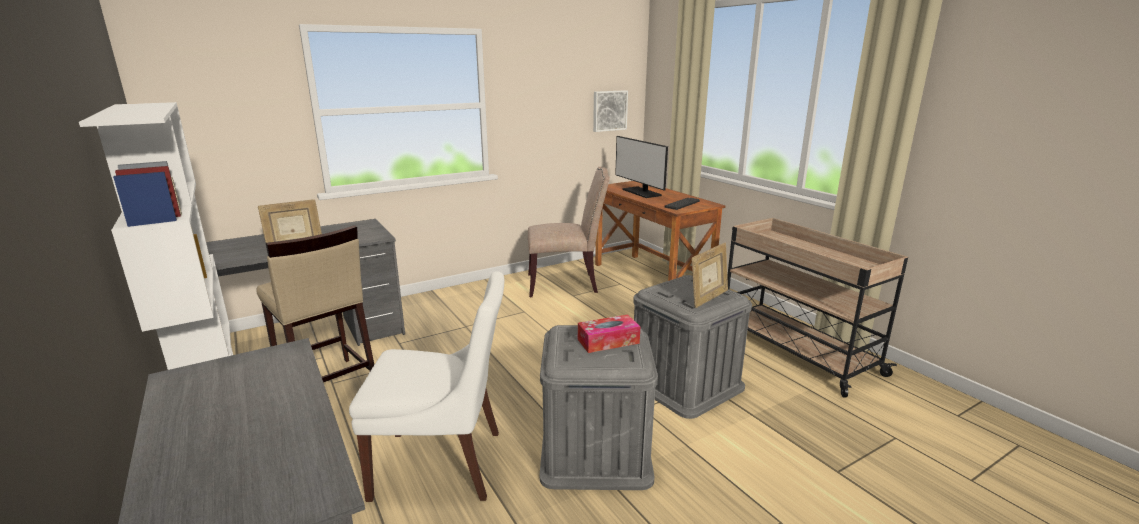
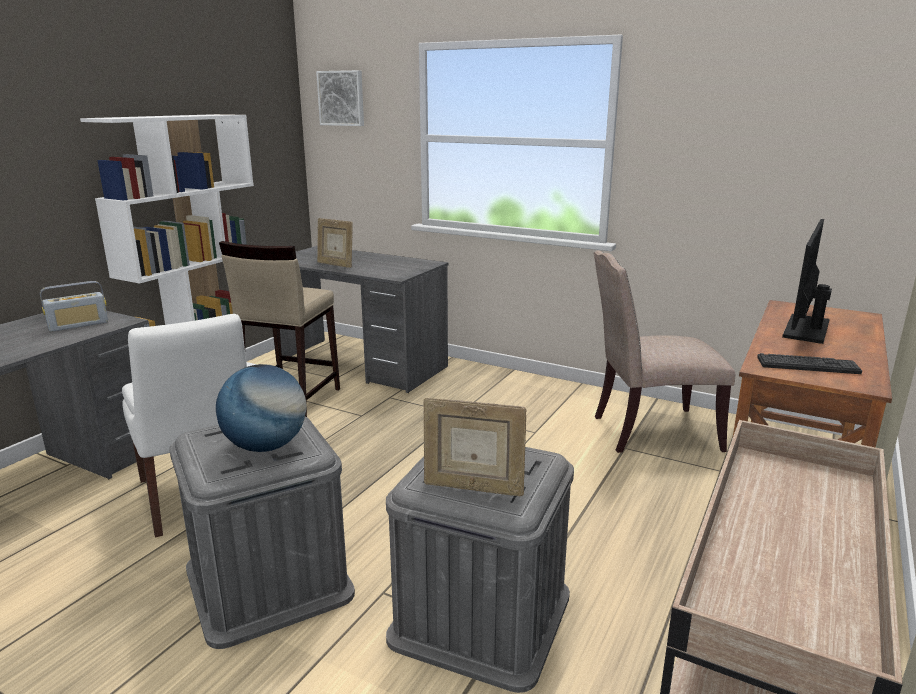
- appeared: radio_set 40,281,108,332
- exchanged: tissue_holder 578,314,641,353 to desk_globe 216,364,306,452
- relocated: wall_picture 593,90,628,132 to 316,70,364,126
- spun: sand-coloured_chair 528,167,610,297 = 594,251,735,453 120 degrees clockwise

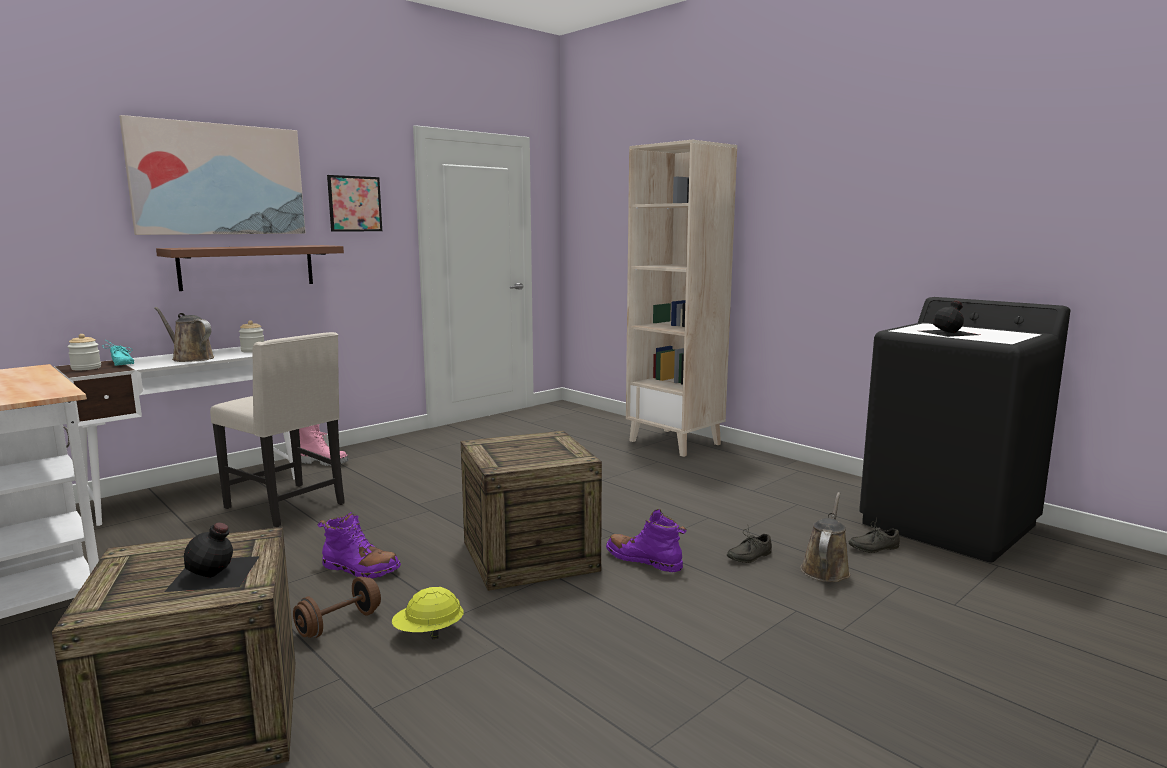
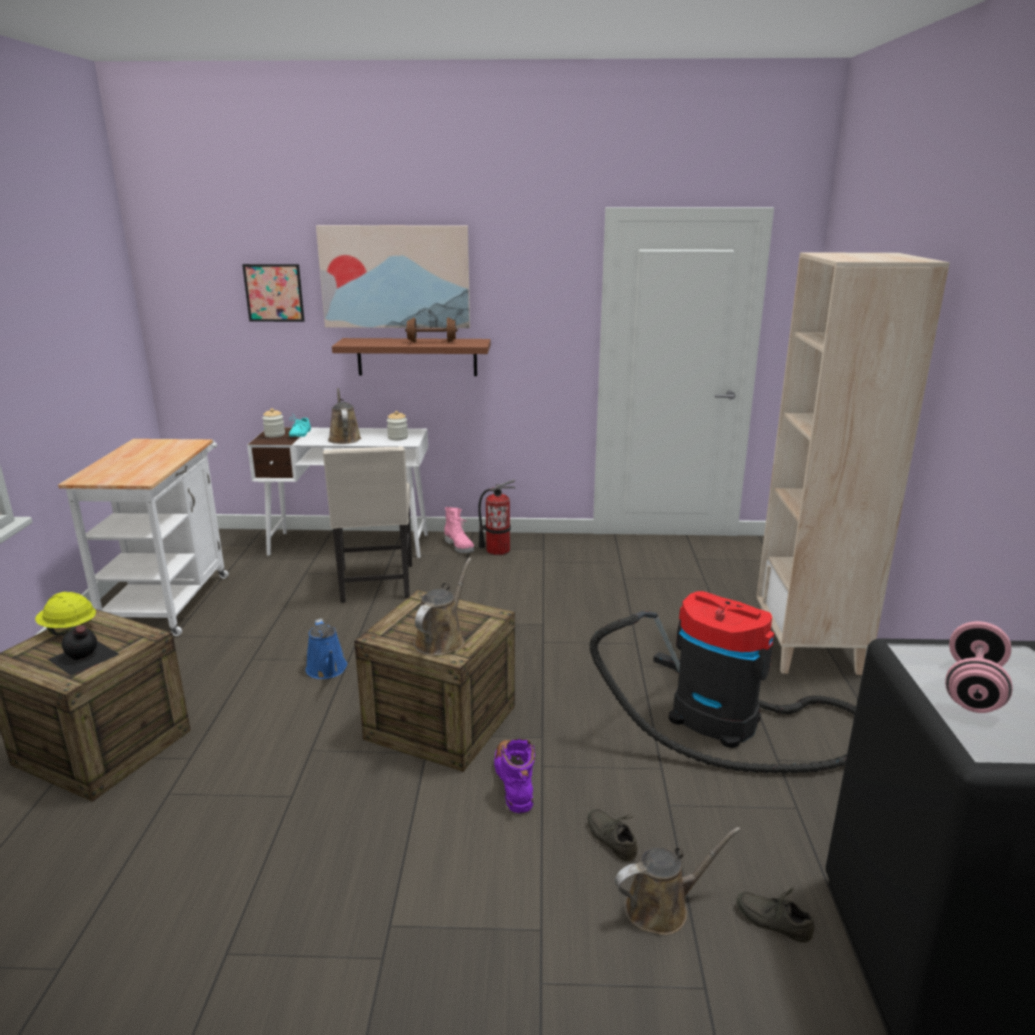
- relocated: yellow-coloured_hard_hat 392,587,463,640 to 35,592,96,635
- relocated: wall_picture 327,175,382,232 to 242,264,305,322
- exchanged: purplish_high-top_boot 317,512,401,578 to bluish_watering_pot 306,619,347,679
- relocated: brown-coloured_dumbbell 293,576,381,638 to 405,317,458,343
- appeared: brown-coloured_watering_pot 413,557,472,656
- appeared: extinguisher 478,480,516,555
- spun: greyish_item_of_footwear 727,527,772,563 = 588,809,637,861 45 degrees clockwise
- appeared: vacuum 589,591,856,774
- exchanged: blackish_beverage_bottle 920,300,979,337 to pink-coloured_dumbbell 945,621,1013,713

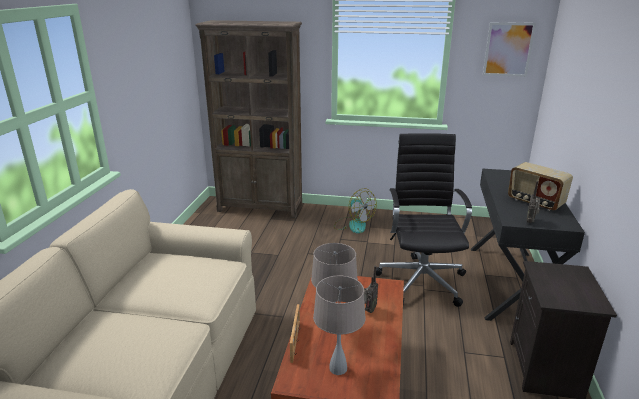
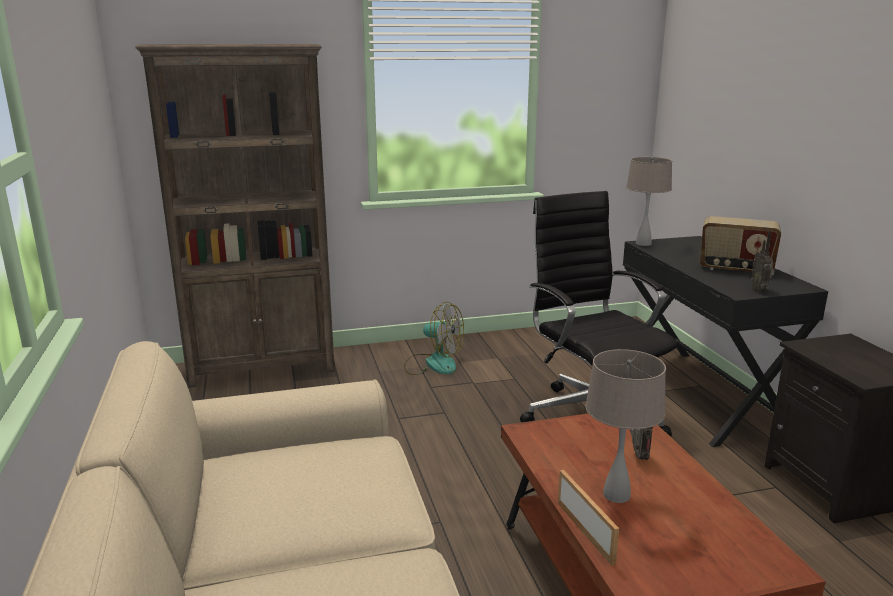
- relocated: sand-coloured_lamp_for_a_table 313,275,366,375 to 626,157,672,246
- missing: wall_picture 483,22,536,77

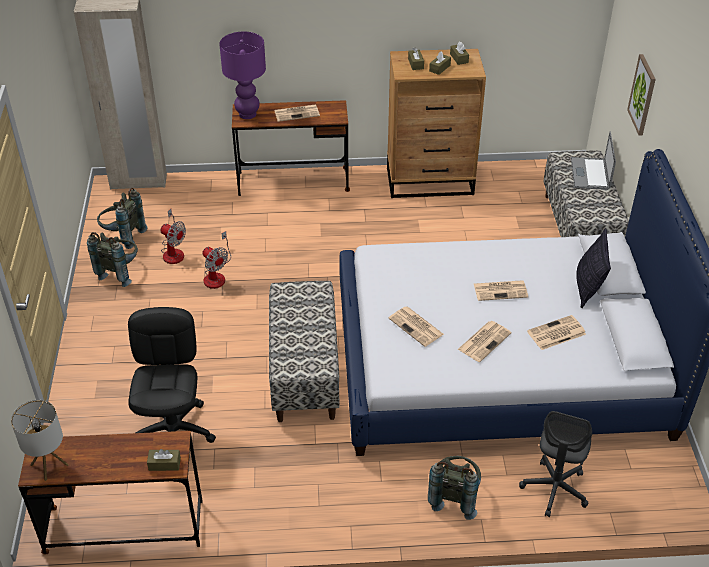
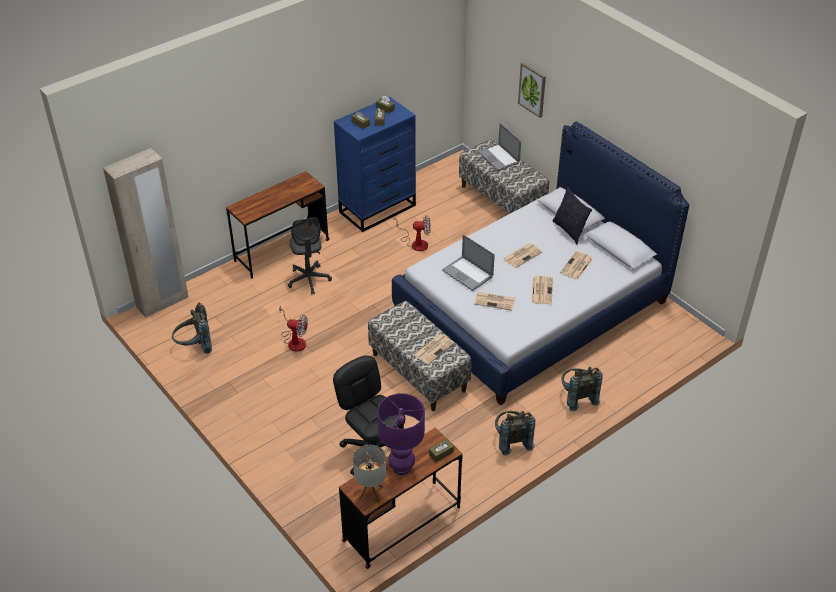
- relocated: greyish_desk_chair 519,411,592,517 to 288,217,332,294
- colour: brown-coloured_chest_of_drawers 387,49,486,198 to bluish_chest_of_drawers 334,97,416,232
- relocated: purplish_lamp_for_a_table 219,31,266,119 to 377,393,425,475
- relocated: electric_fan 160,209,186,264 to 394,215,431,251
- relocated: newspaper 274,104,320,122 to 414,334,454,365
- appeared: portable_computer 442,234,495,291
- relocated: greyish_knapsack 87,232,138,287 to 495,411,535,455

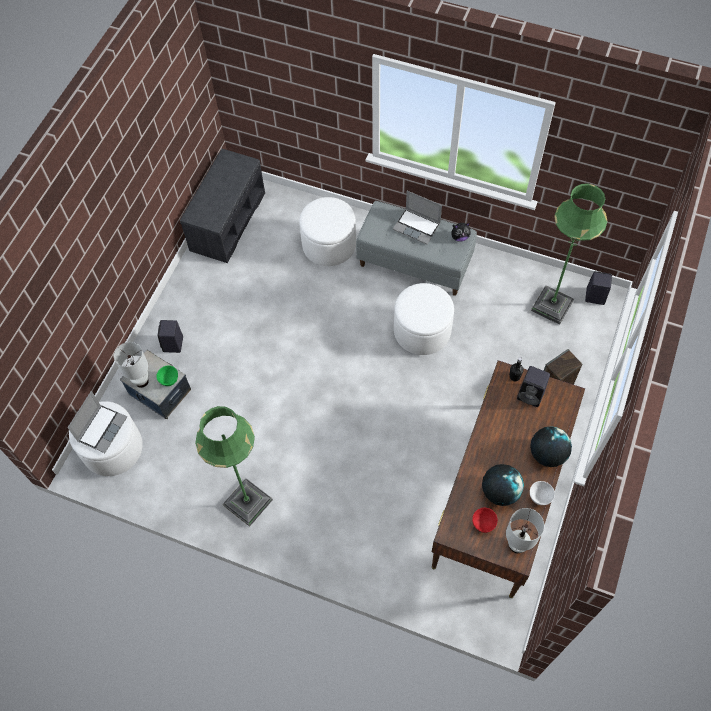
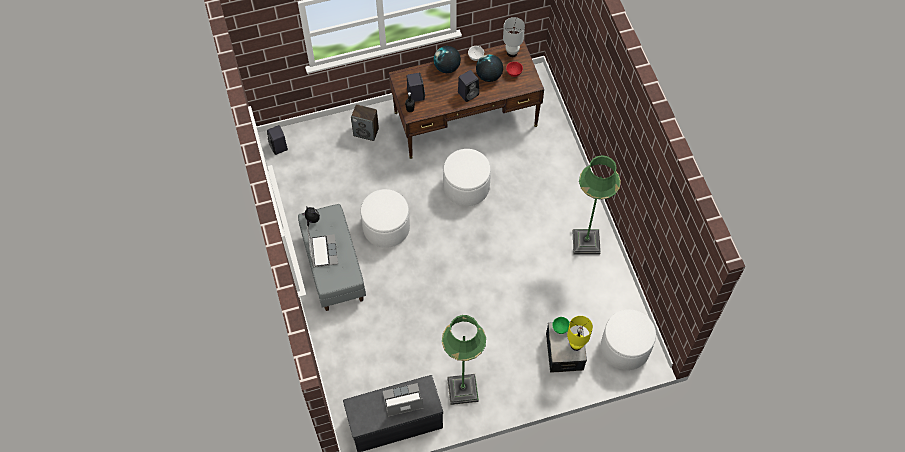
- relocated: portable_computer 67,391,127,453 to 383,383,424,417
- relocated: green-coloured_standing_lamp 531,183,608,325 to 442,315,486,405
- relocated: whitish_ottoman 299,197,356,266 to 443,149,491,206
- relocated: blackish_audio_speaker 157,320,183,353 to 458,70,479,102
- colour: whitish_lamp_for_a_table 114,342,149,388 to yellow-coloured_lamp_for_a_table 567,316,593,351

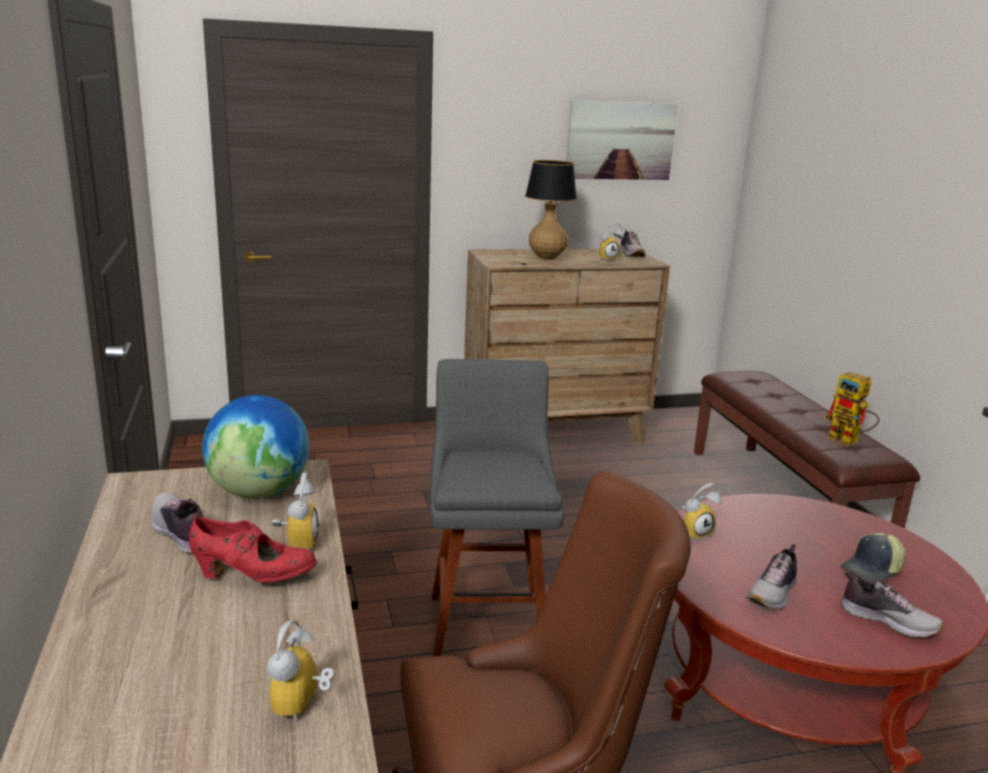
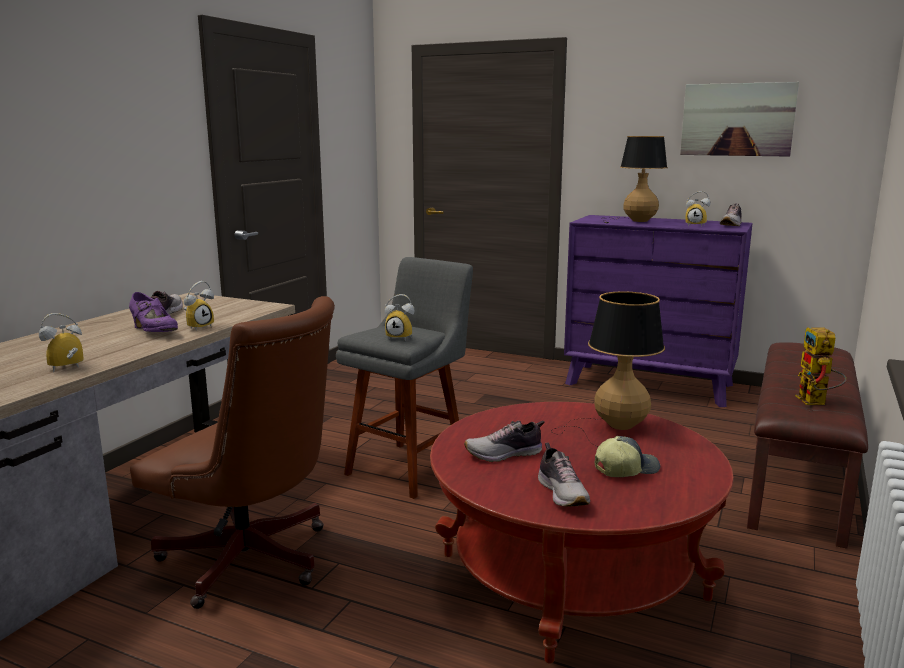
- colour: red_item_of_footwear 189,517,317,583 to purplish_item_of_footwear 129,292,178,332
- relocated: table_clock 682,483,721,541 to 385,294,414,339
- appeared: lamp_for_a_table 555,292,665,446
- colour: brown-coloured_chest_of_drawers 464,249,670,443 to purplish_chest_of_drawers 564,215,753,407
- spun: peaked_cap 841,533,906,583 = 594,436,660,477 150 degrees clockwise
- missing: desk_globe 202,395,309,499

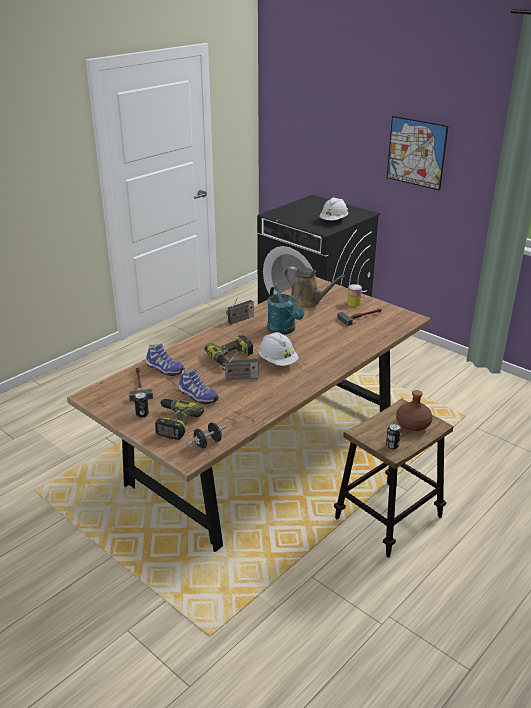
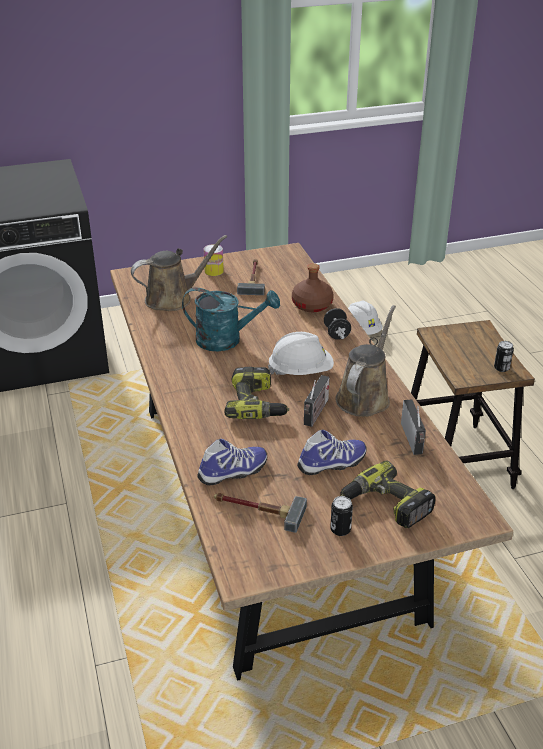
- relocated: brown-coloured_beverage_bottle 396,390,433,431 to 292,263,334,312
- relocated: blackish_dumbbell 188,422,226,449 to 324,308,351,340
- appeared: brown-coloured_watering_pot 335,305,396,417
- relocated: whitish_hard_hat 319,198,348,220 to 348,301,383,335
- relocated: radio_set 226,297,254,325 to 401,399,426,455
- missing: wall_picture 387,116,448,191

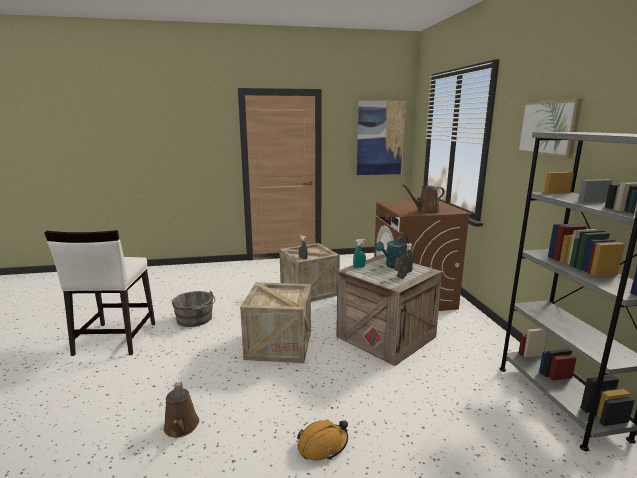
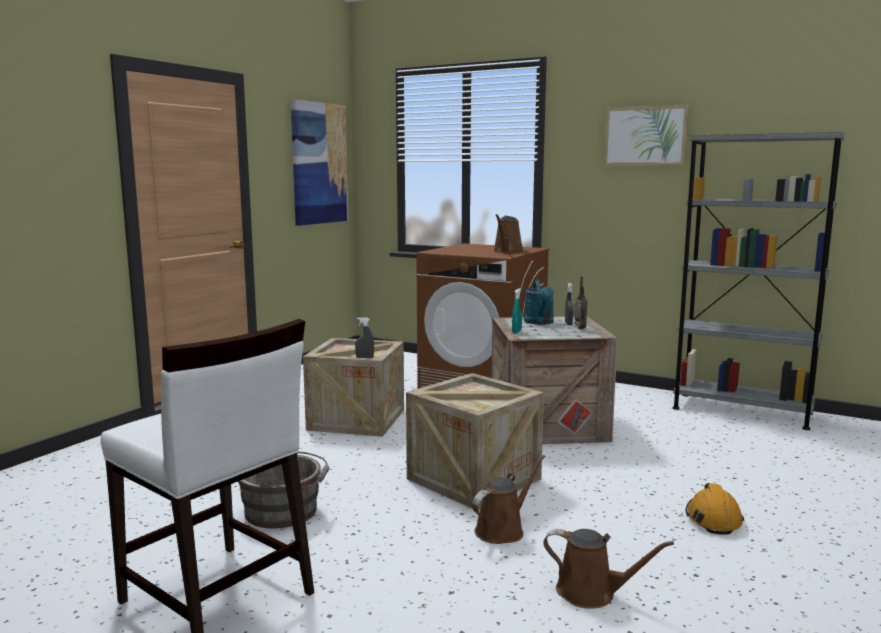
- appeared: brown-coloured_watering_pot 472,455,545,544

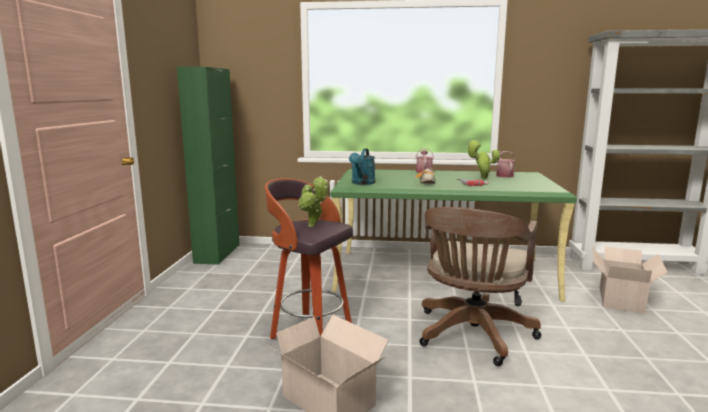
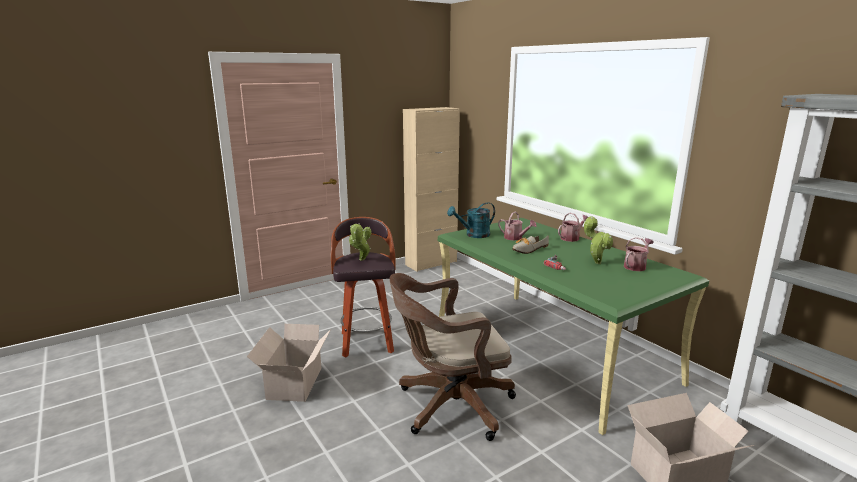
- colour: green-coloured_storage_cabinet 177,67,240,265 to sand-coloured_storage_cabinet 403,107,460,272
- appeared: watering_pot 498,212,537,241

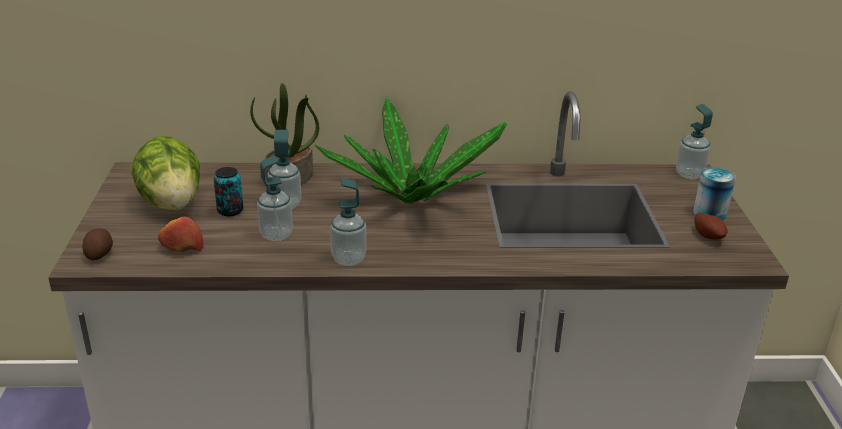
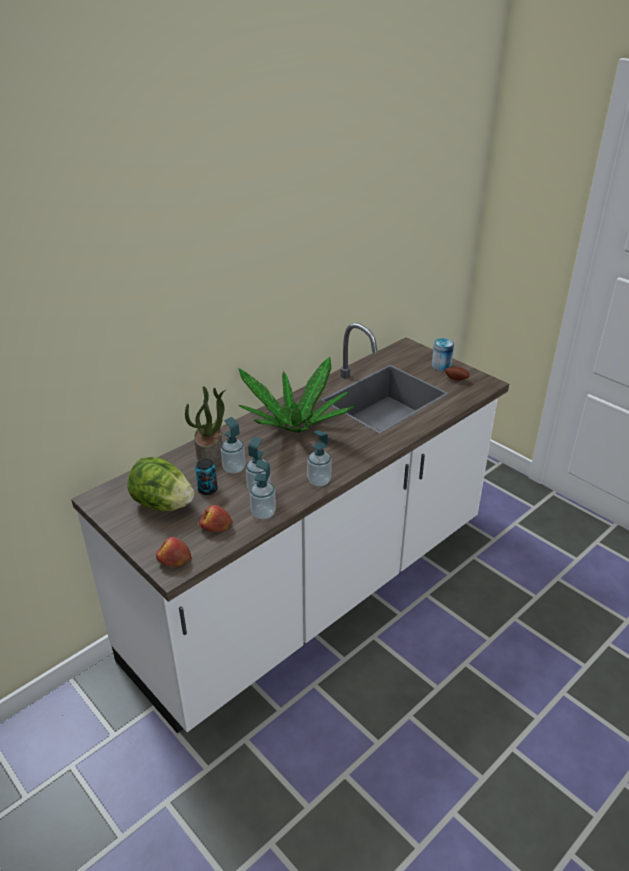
- exchanged: potato 83,228,113,261 to whole_apple 156,537,192,567
- relocated: soap_dispenser 676,104,713,179 to 250,460,276,519

